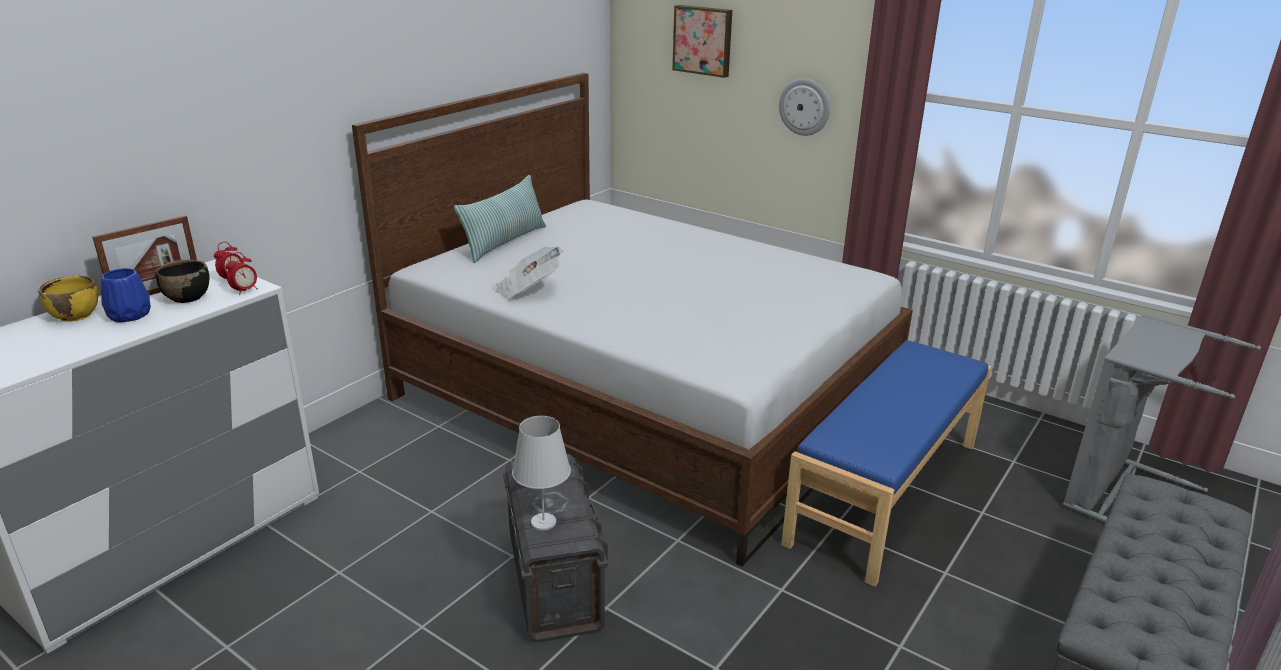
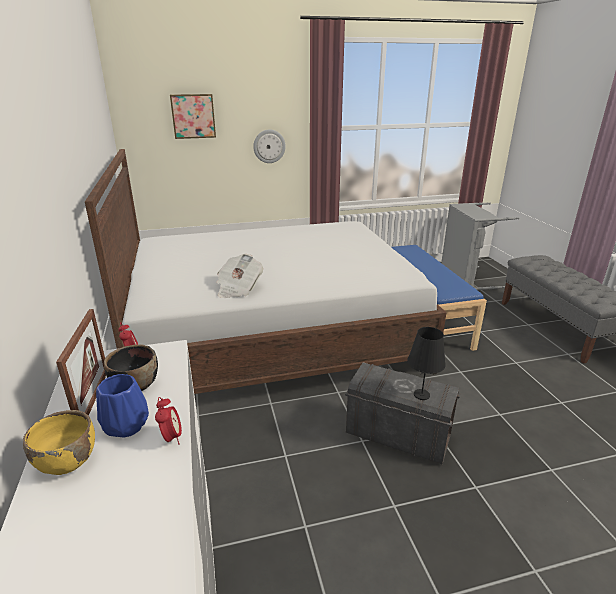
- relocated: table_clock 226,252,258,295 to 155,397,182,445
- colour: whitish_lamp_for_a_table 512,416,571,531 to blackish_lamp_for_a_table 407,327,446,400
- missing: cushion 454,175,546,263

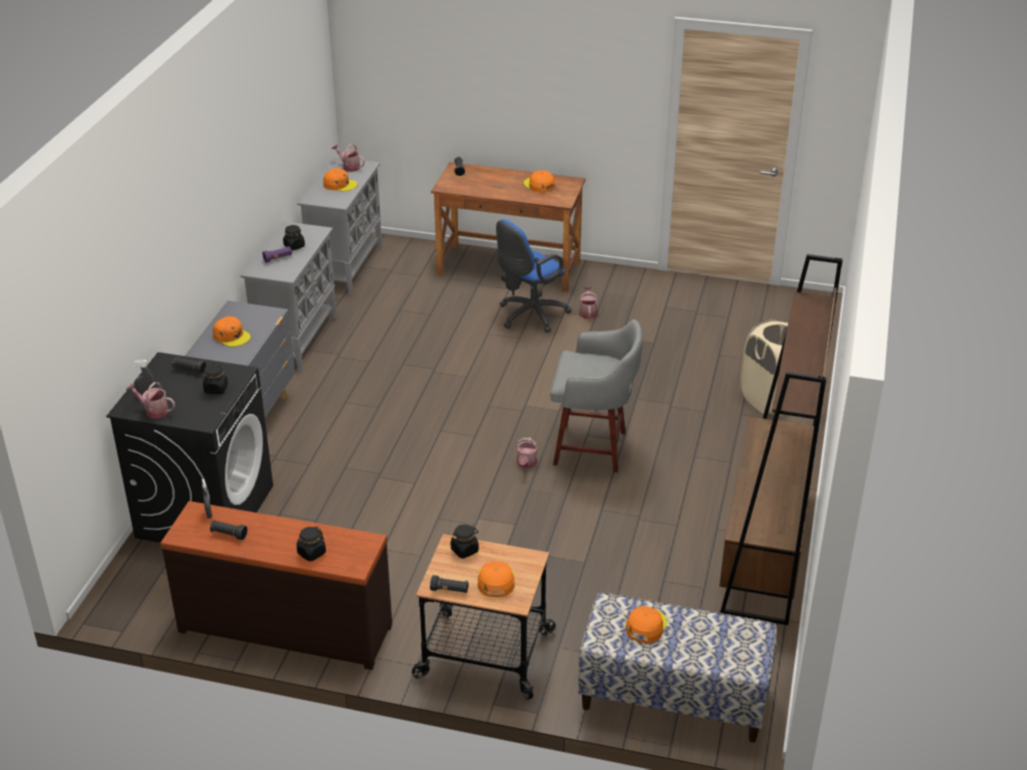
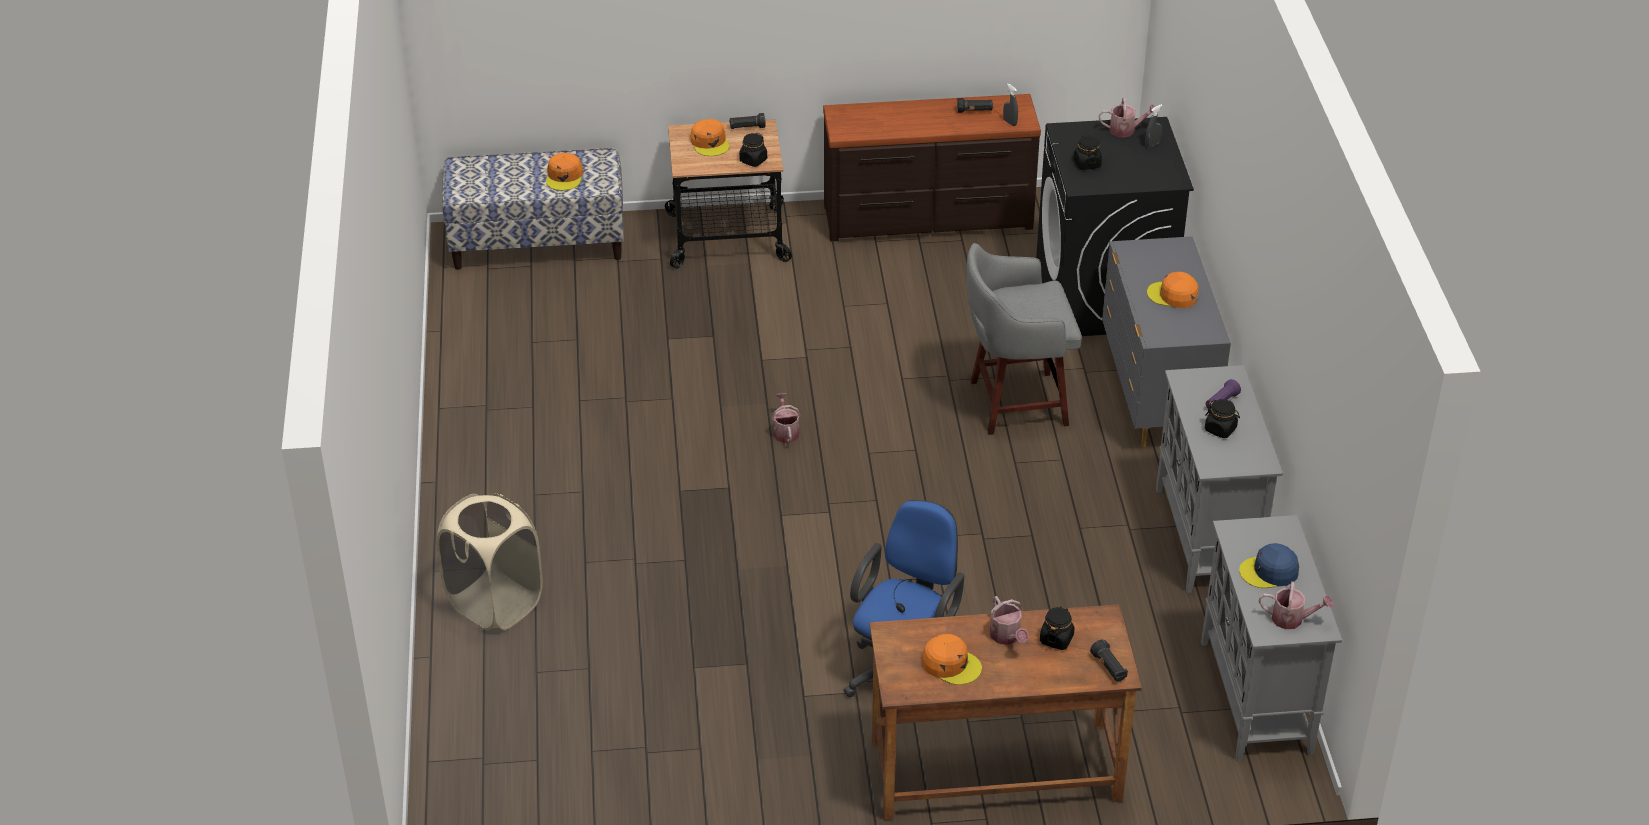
- relocated: greyish_sitting_stool 551,319,643,473 to 967,243,1082,435
- relocated: watering_pot 579,286,599,319 to 990,596,1029,645
- relocated: blackish_jar 296,526,326,561 to 1040,606,1075,650
- colour: orange_peaked_cap 323,168,357,191 to bluish_peaked_cap 1239,543,1299,588
- missing: blackish_torch 172,357,206,374
- missing: brown-coloured_bookcase 719,254,843,625

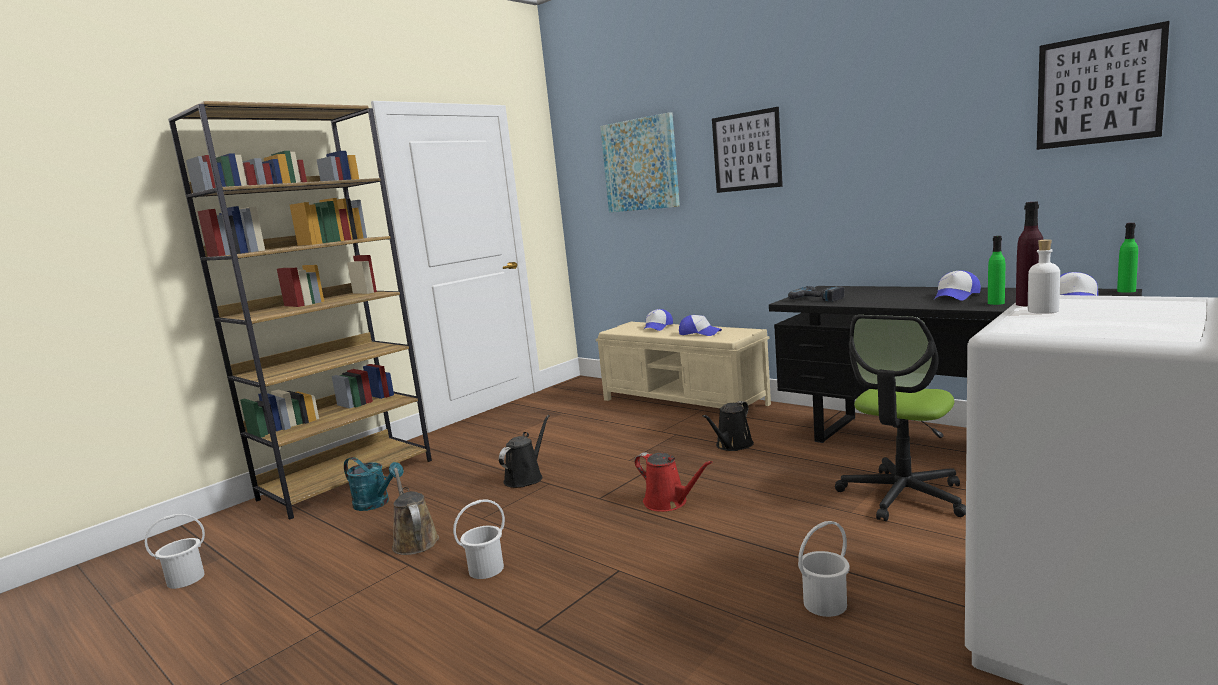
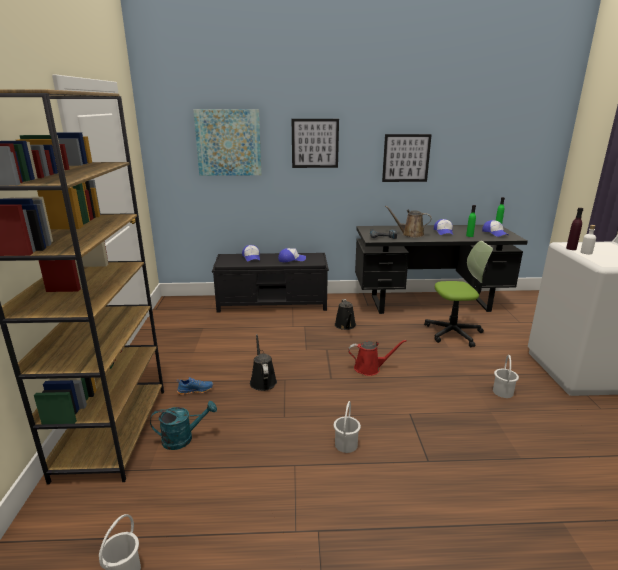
- appeared: bluish_item_of_footwear 176,377,213,395
- colour: sand-coloured_indoor_bench 595,322,771,408 to blackish_indoor_bench 212,253,329,313
- relocated: wall_picture 1037,21,1170,150 to 382,134,432,182
- relocated: brown-coloured_watering_pot 392,468,439,555 to 385,206,432,238
- spun: desk_chair 835,315,966,521 = 424,241,493,347 90 degrees counterclockwise

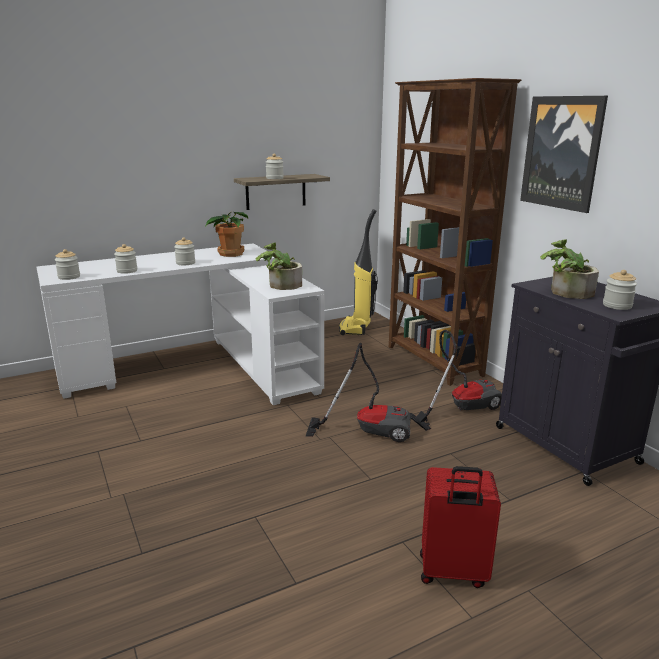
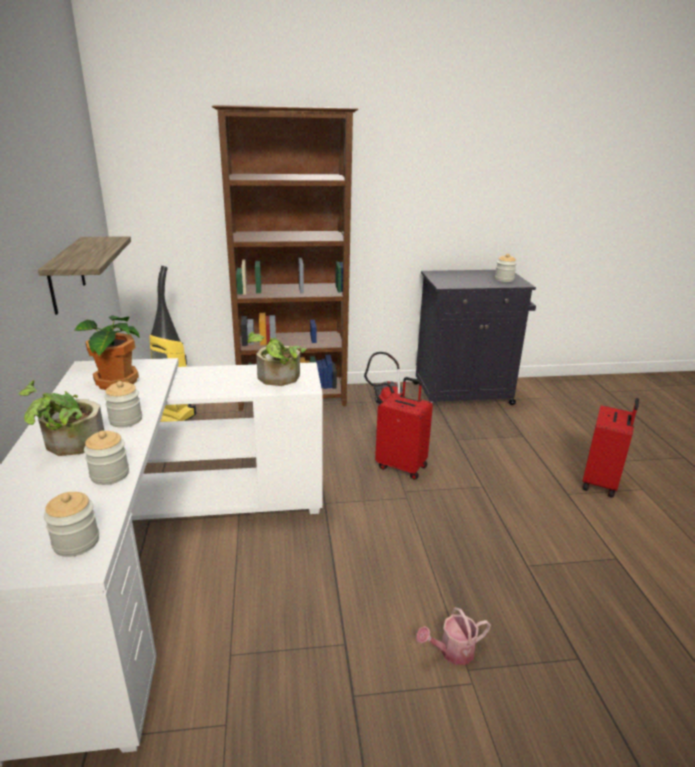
- relocated: potted_plant 540,239,599,299 to 18,380,104,456
- exchanged: vacuum 306,343,411,442 to red_suitcase 375,377,433,480
- appeared: watering_pot 416,607,491,665
- missing: jar 266,154,284,179
- missing: wall_picture 520,96,608,213

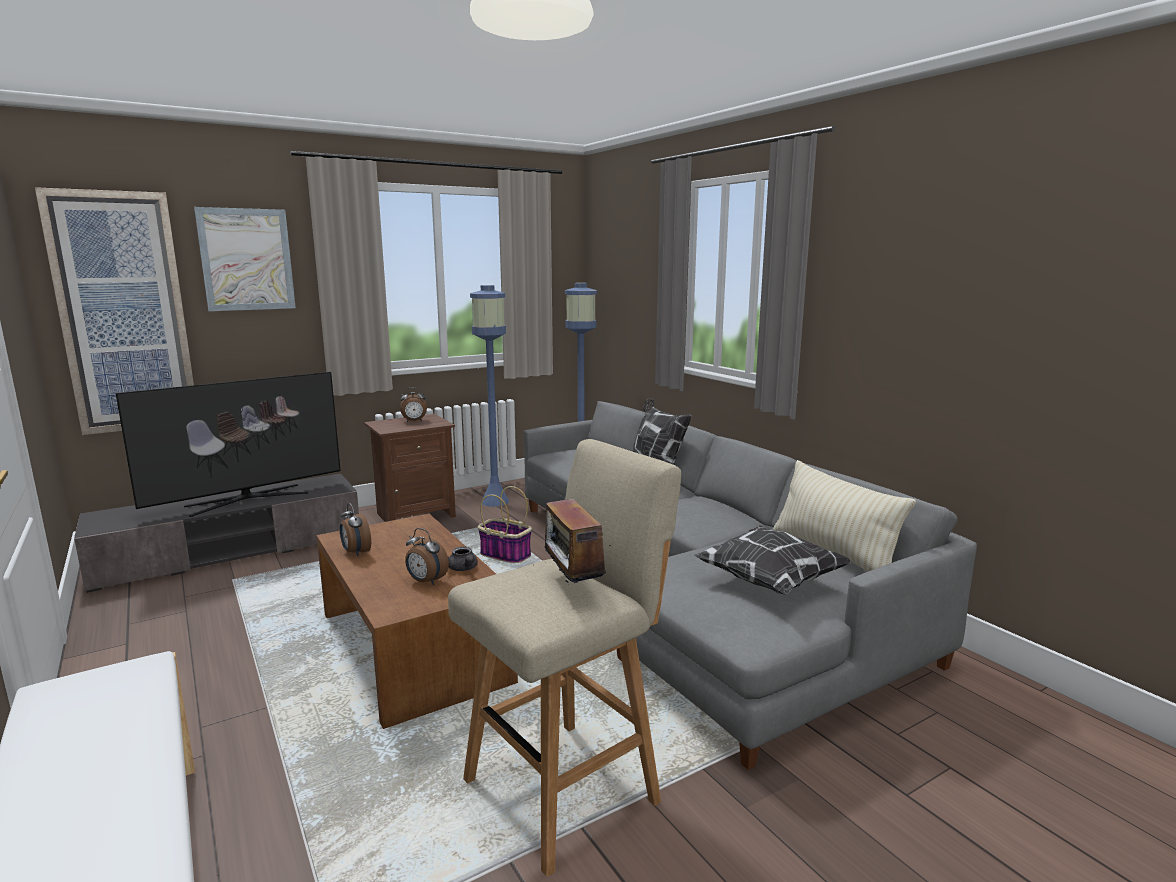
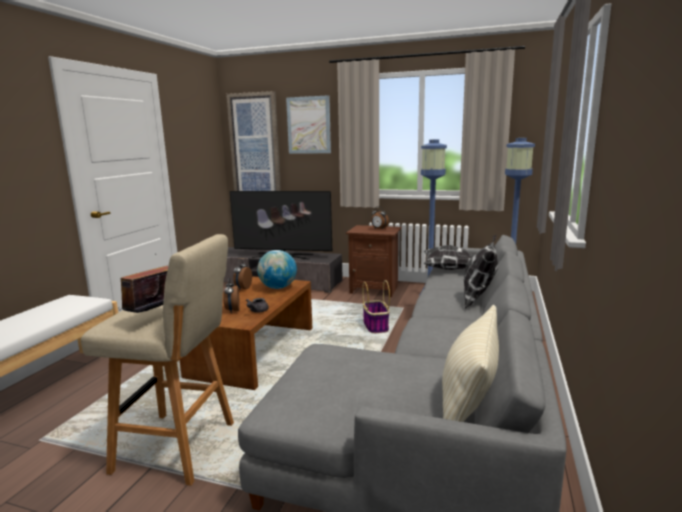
- appeared: desk_globe 257,250,297,289
- relocated: cushion 694,525,852,595 to 424,245,476,270

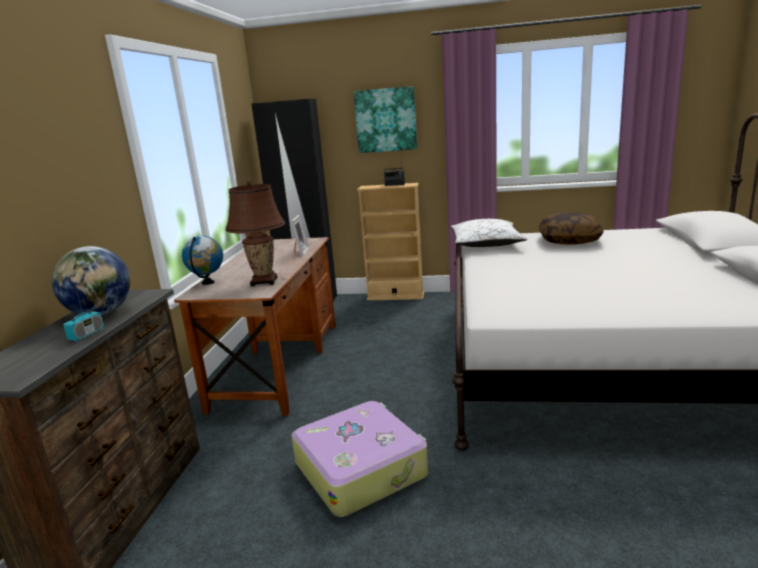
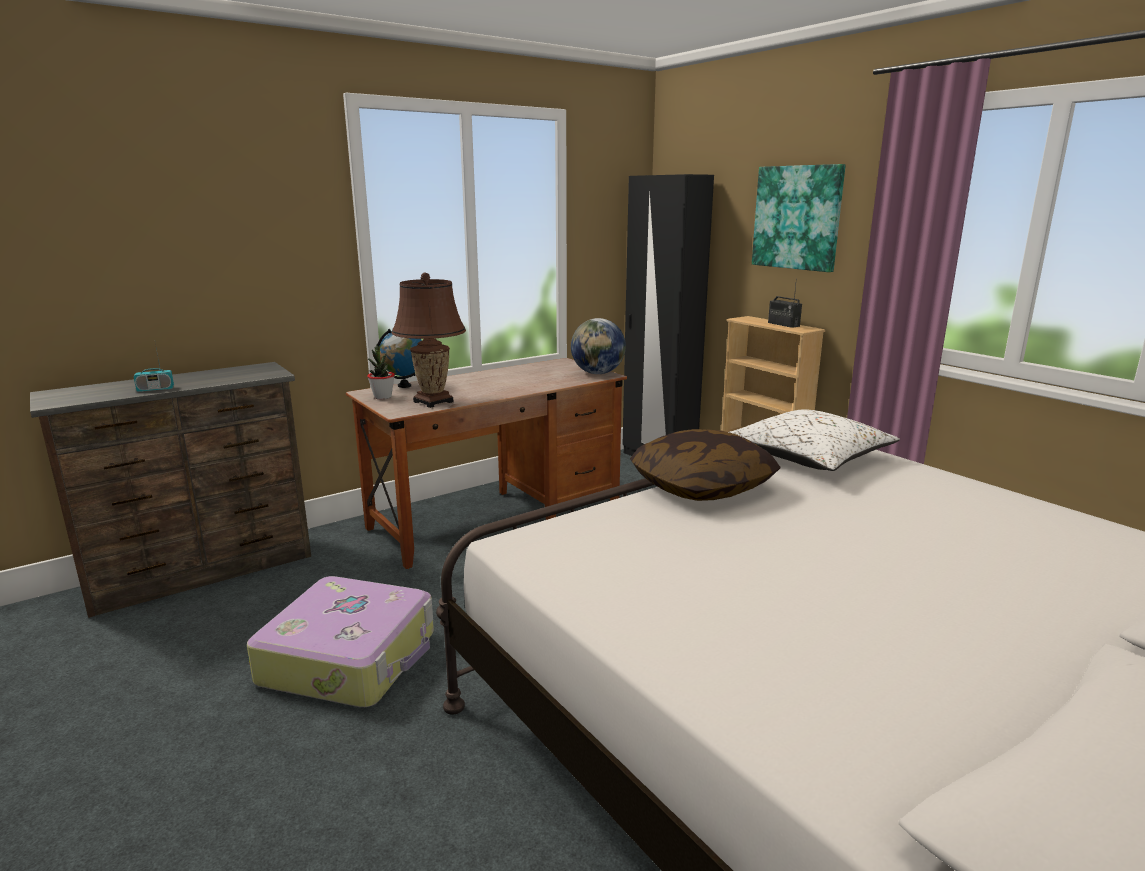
- appeared: potted_plant 367,344,395,399
- relocated: desk_globe 52,246,131,315 to 571,318,626,374
- relocated: cushion 538,212,604,245 to 630,429,781,501
- missing: photo_frame 291,215,309,256

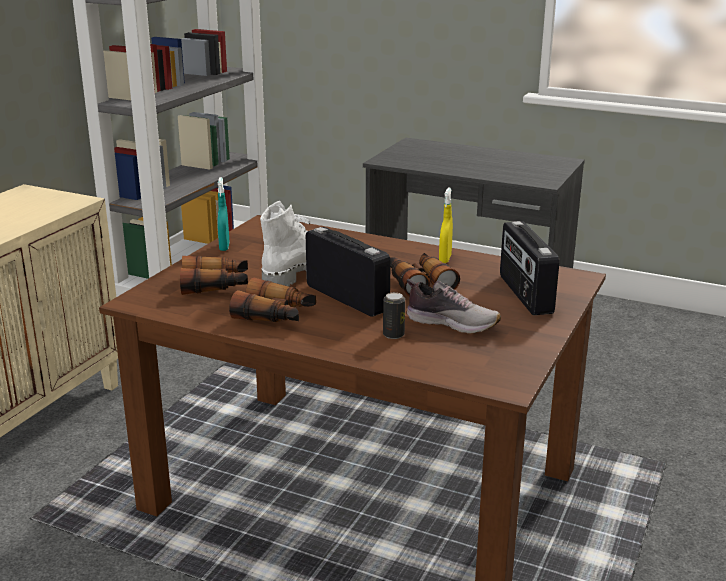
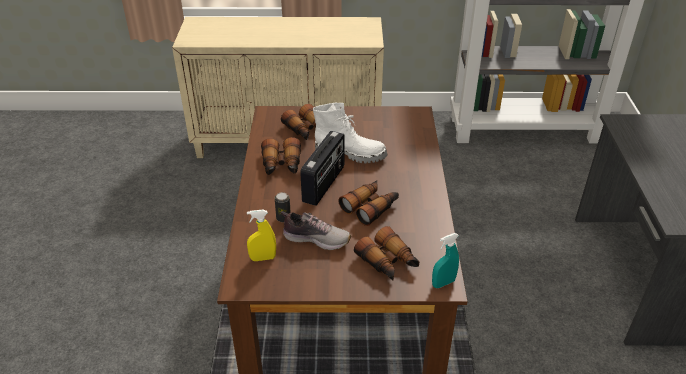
- relocated: yellow-coloured_sprayer 439,188,453,263 to 247,209,276,261
- spun: item_of_footwear 406,278,501,334 = 281,211,351,250 75 degrees counterclockwise
- exchanged: radio_set 500,221,559,315 to binoculars 354,226,419,280
- relocated: turquoise-coloured_sprayer 218,177,229,251 to 432,233,459,288

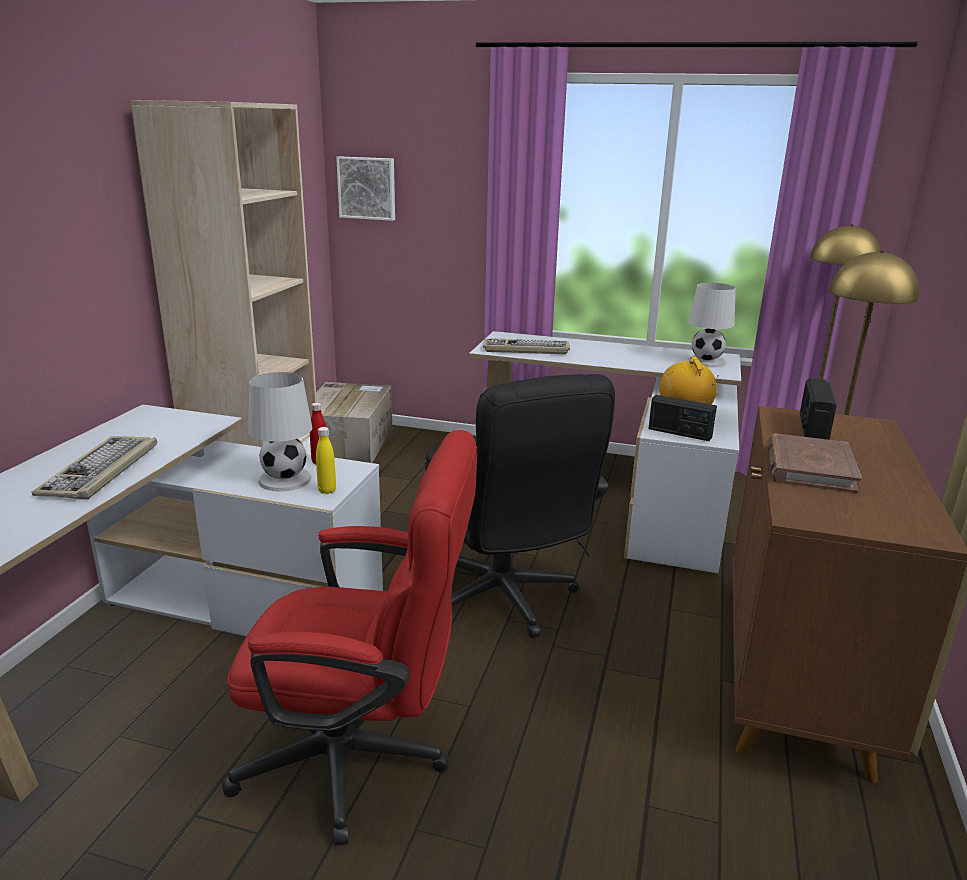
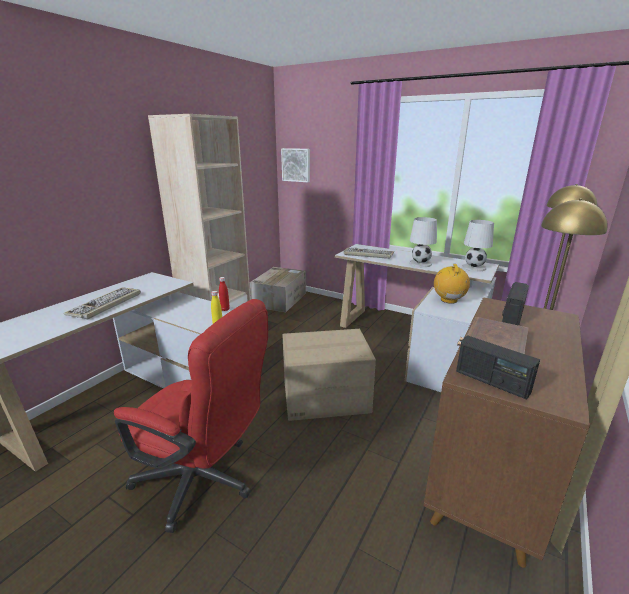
- exchanged: blackish_desk_chair 425,374,615,638 to cardboard_box 282,329,376,421
- relocated: whitish_lamp_for_a_table 248,372,312,491 to 410,217,437,267
- relocated: radio_set 648,395,717,441 to 456,335,540,400

